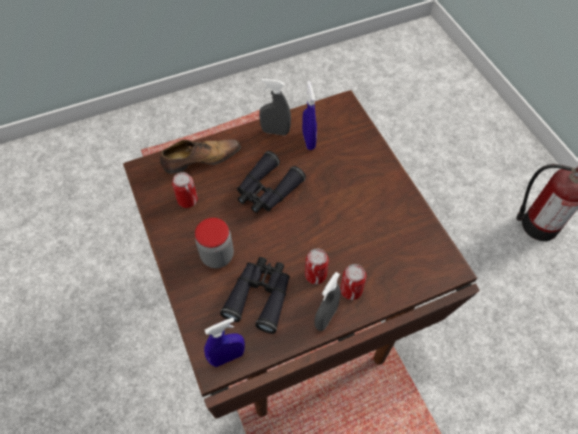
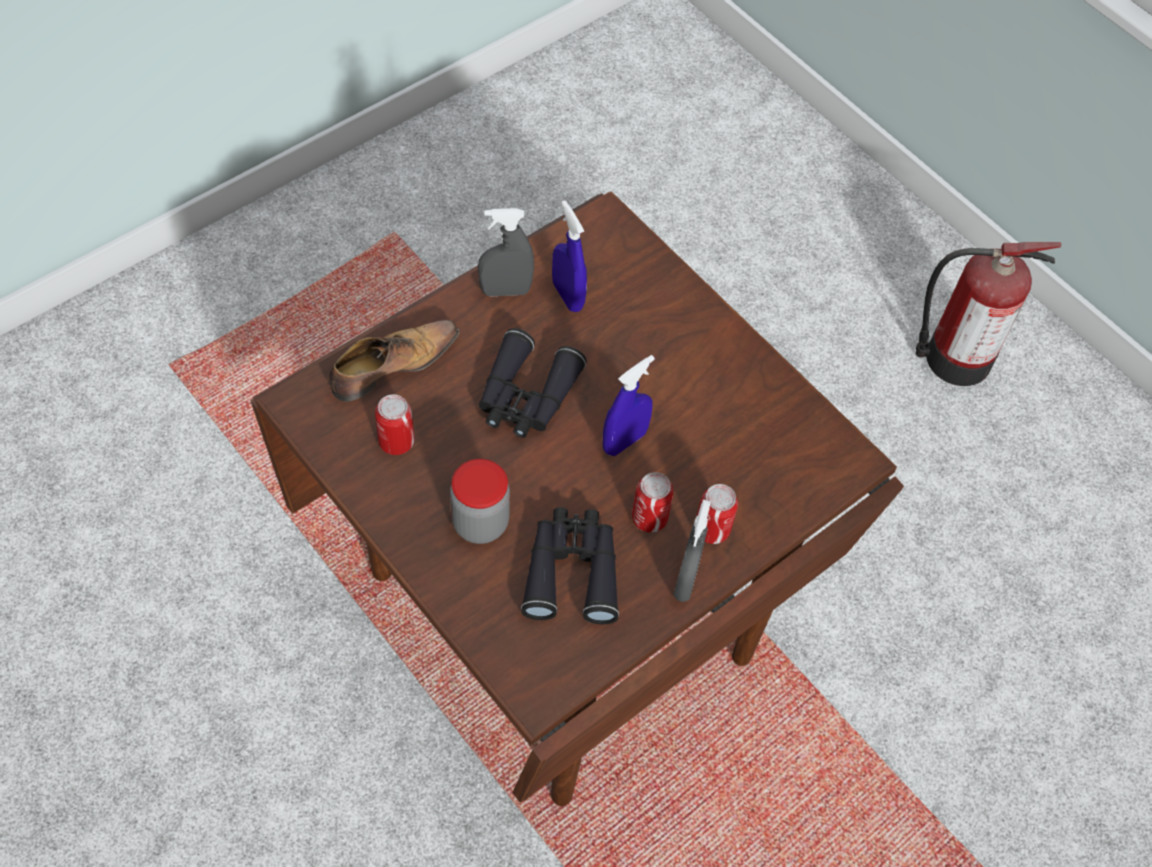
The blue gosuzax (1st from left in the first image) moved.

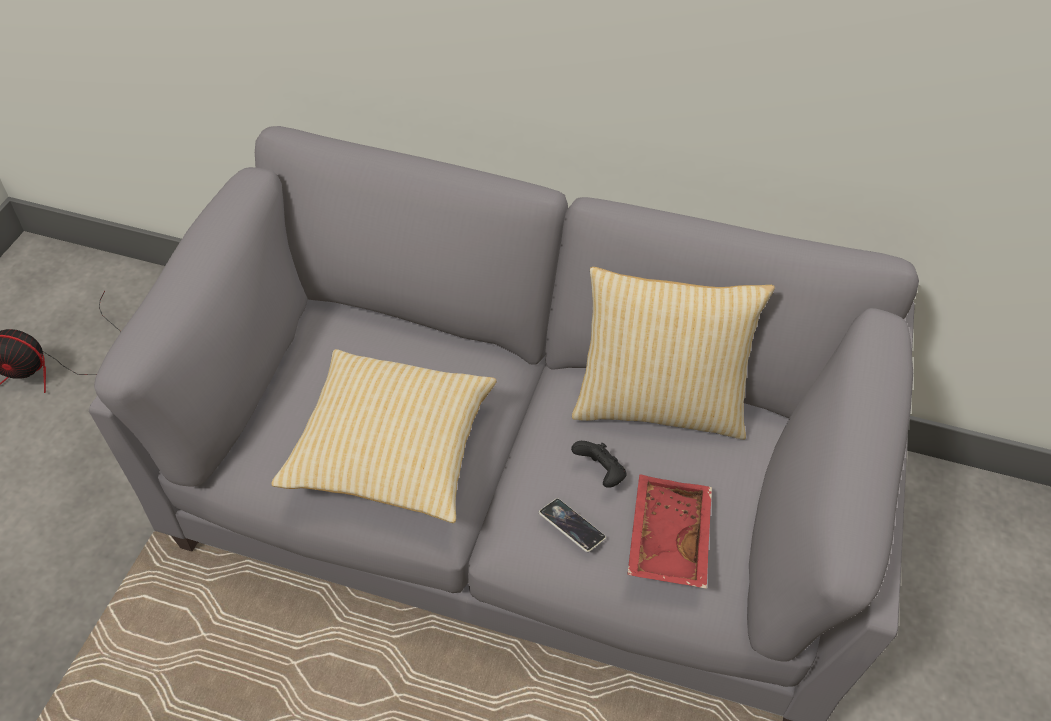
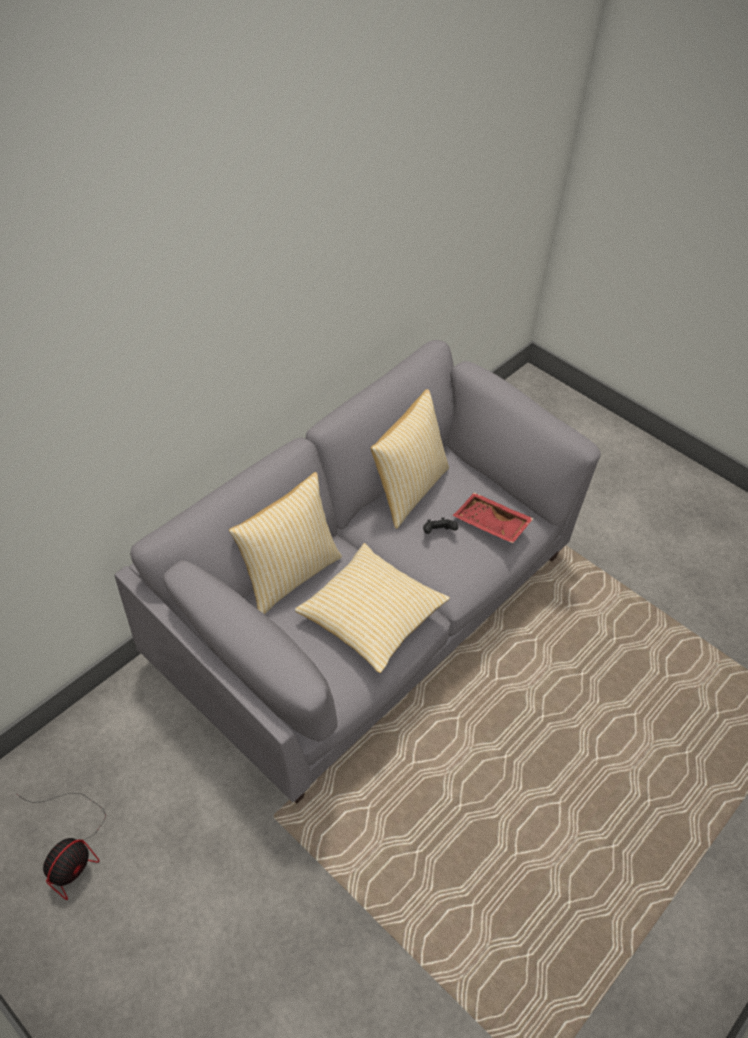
The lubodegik disappeared. The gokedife (1st from left) appeared.

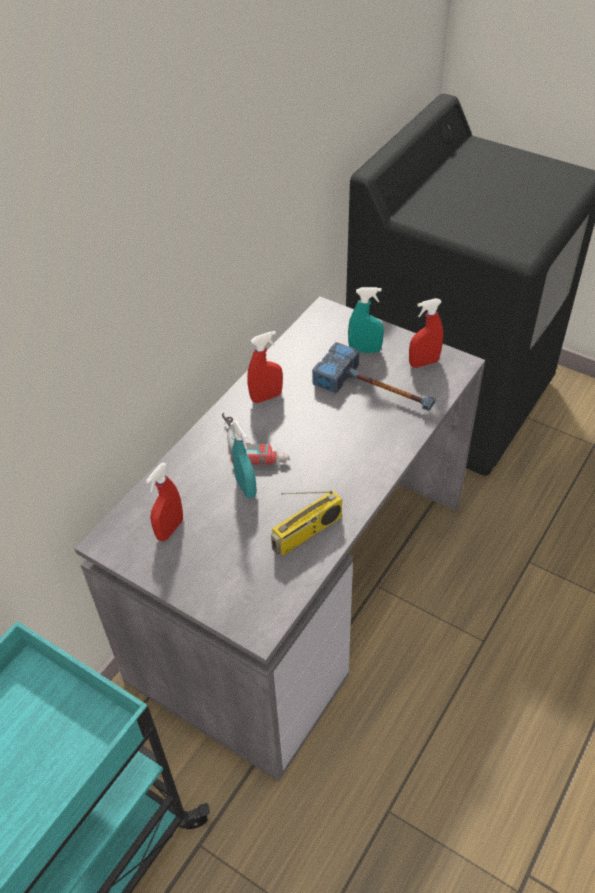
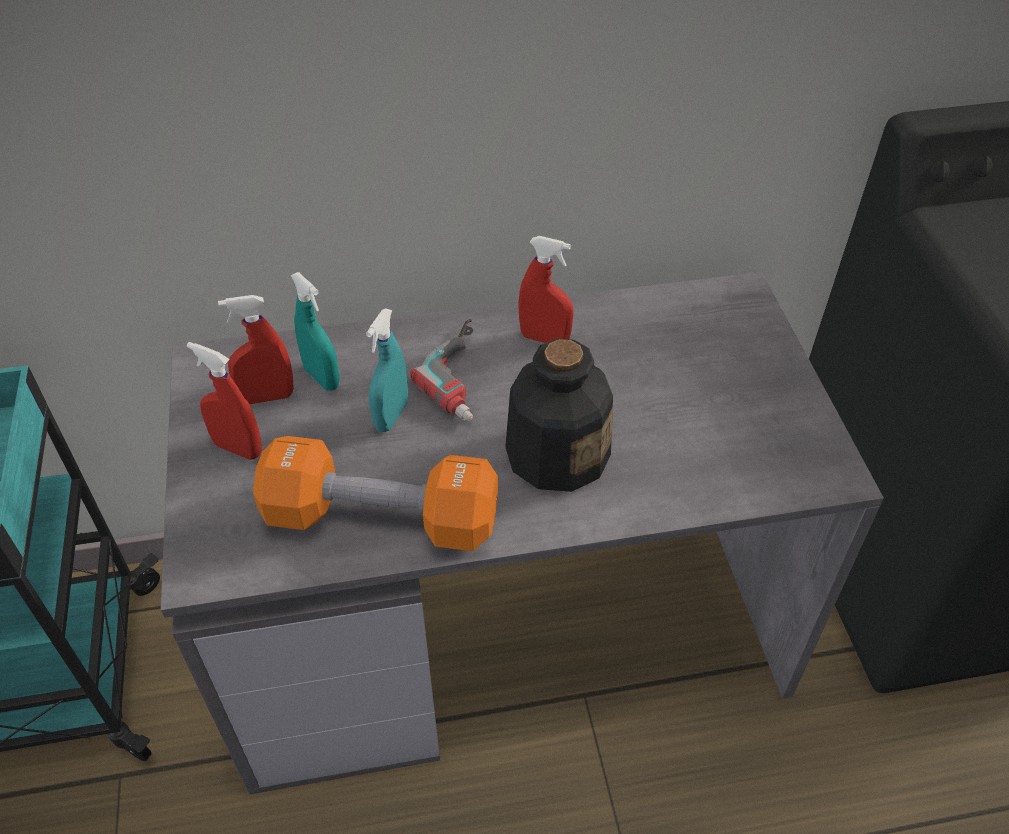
The turquoise gosuzax (2nd from left in the first image) moved. The red gosuzax (3rd from left in the first image) moved. The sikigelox disappeared. The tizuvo was replaced by the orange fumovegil. The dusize appeared.

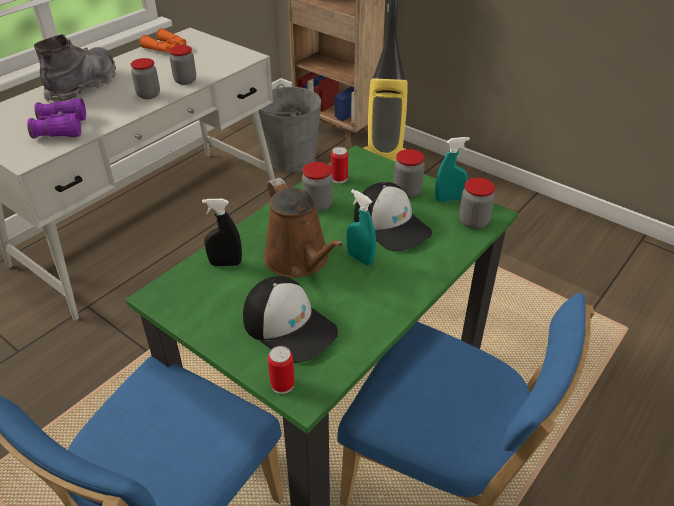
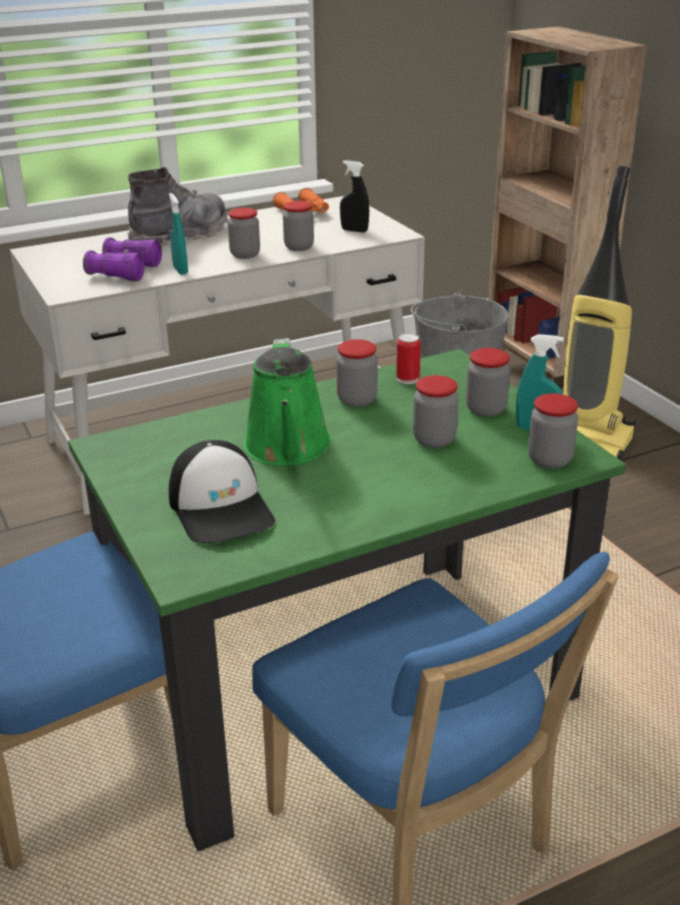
The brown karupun became the green karupun. The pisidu (2nd from left) was replaced by the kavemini (4th from left). The turquoise gosuzax (1st from left) moved. The black gosuzax moved. The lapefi (1st from left) disappeared.

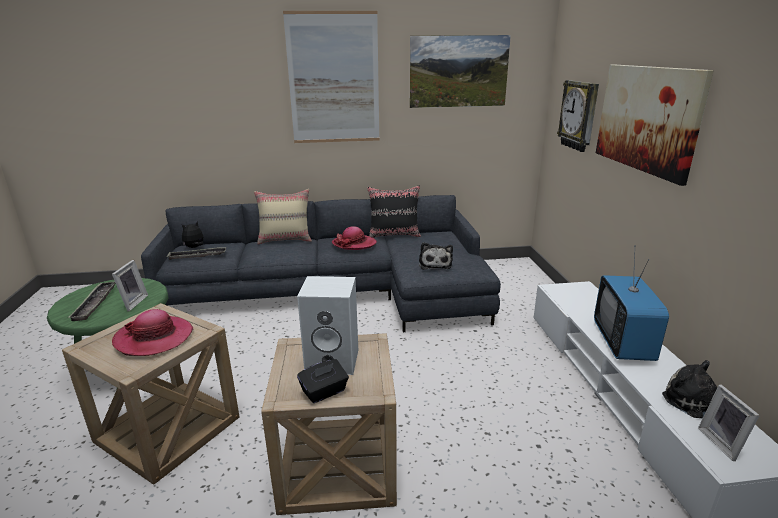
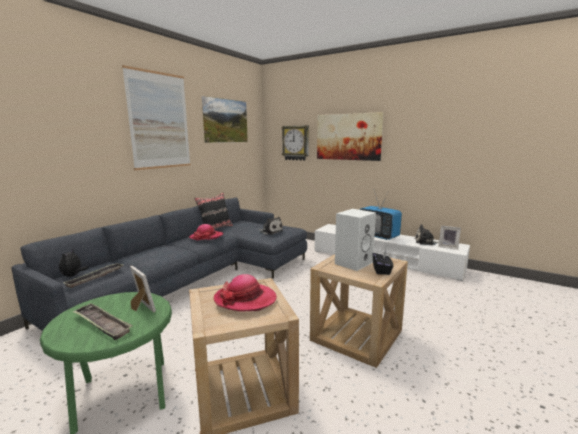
The beige gokedife disappeared.

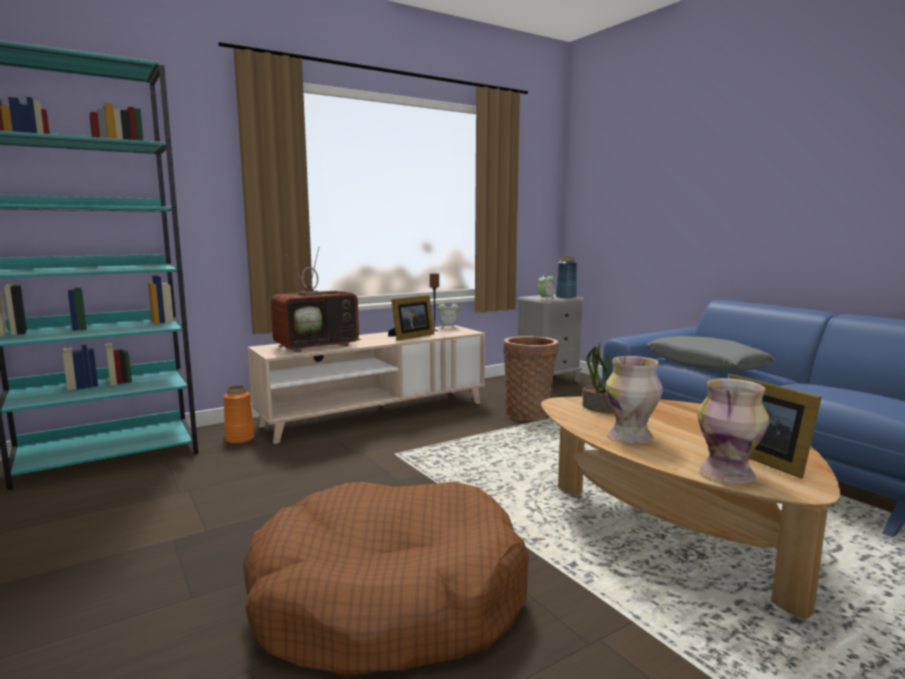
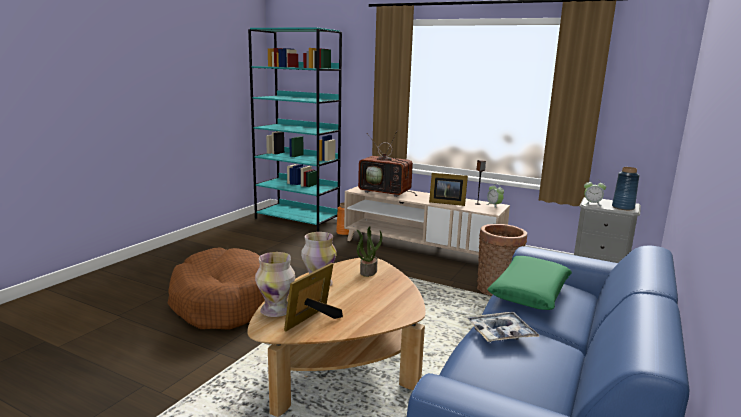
The grey gokedife became the green gokedife. The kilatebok appeared.

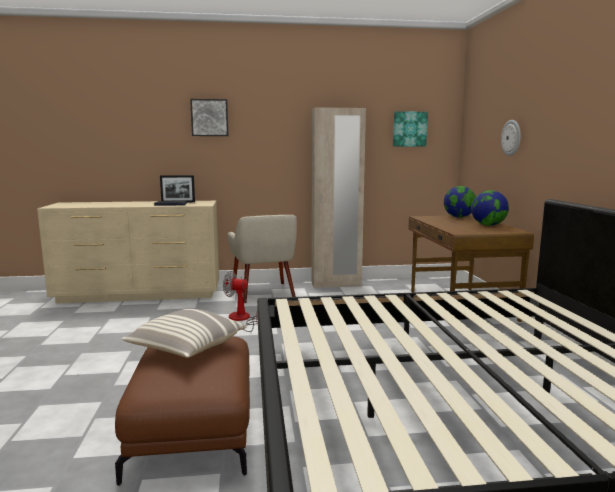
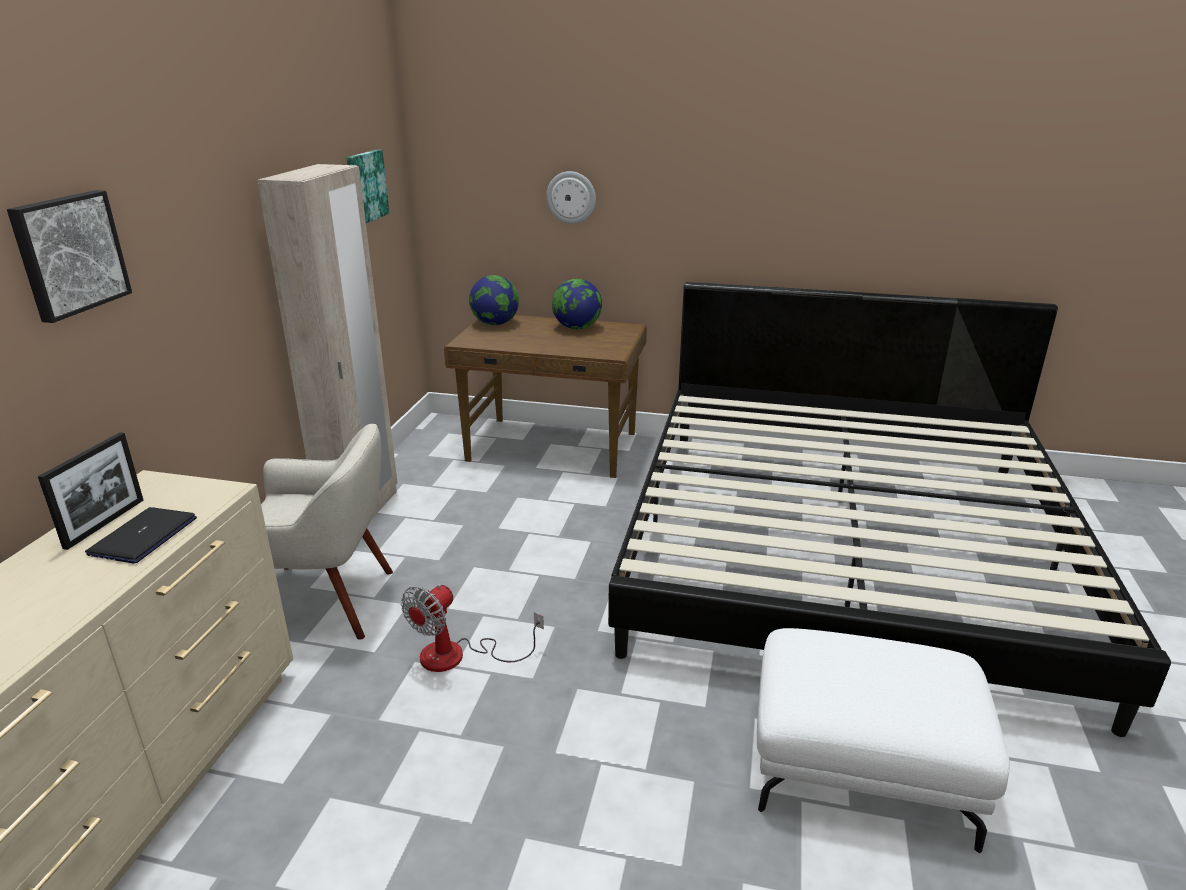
The gokedife disappeared. The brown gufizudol became the white gufizudol.

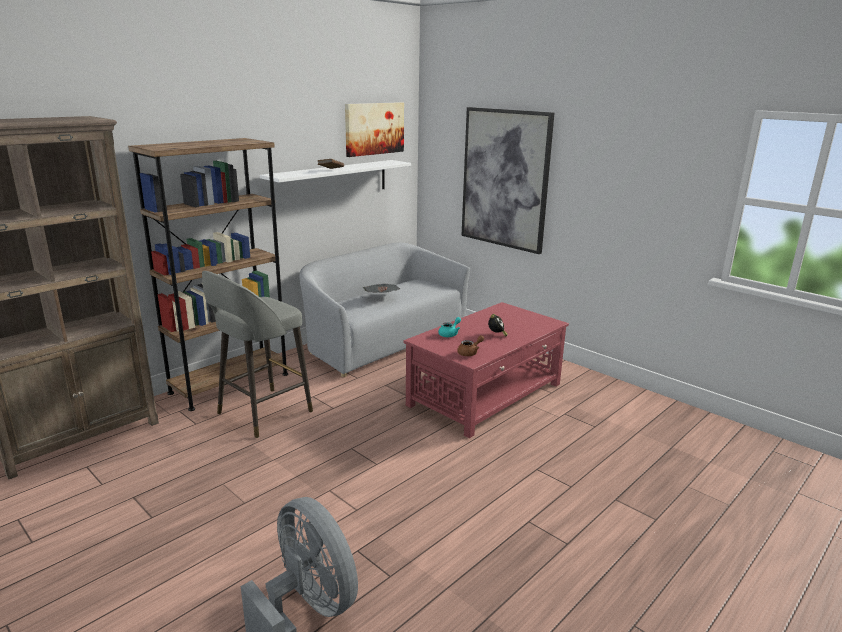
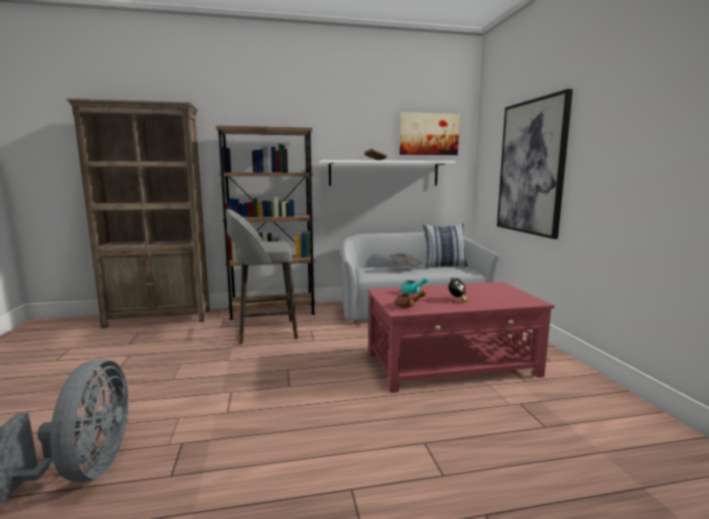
The gokedife appeared.

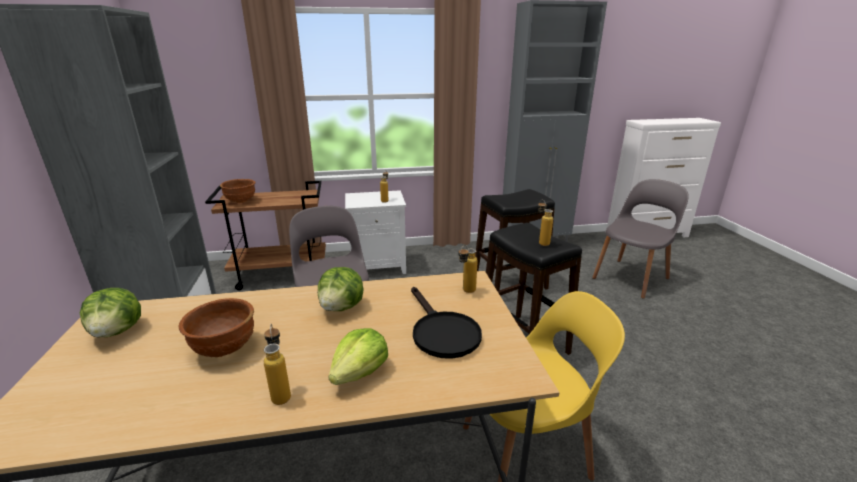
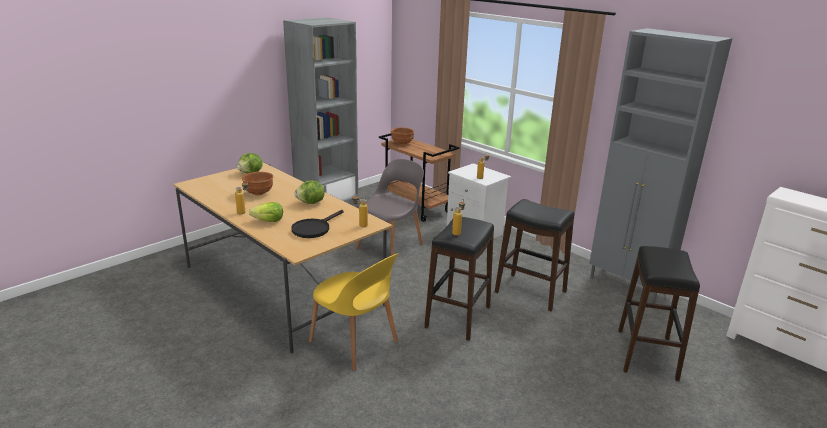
The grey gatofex (2nd from left) was replaced by the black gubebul (3rd from left).

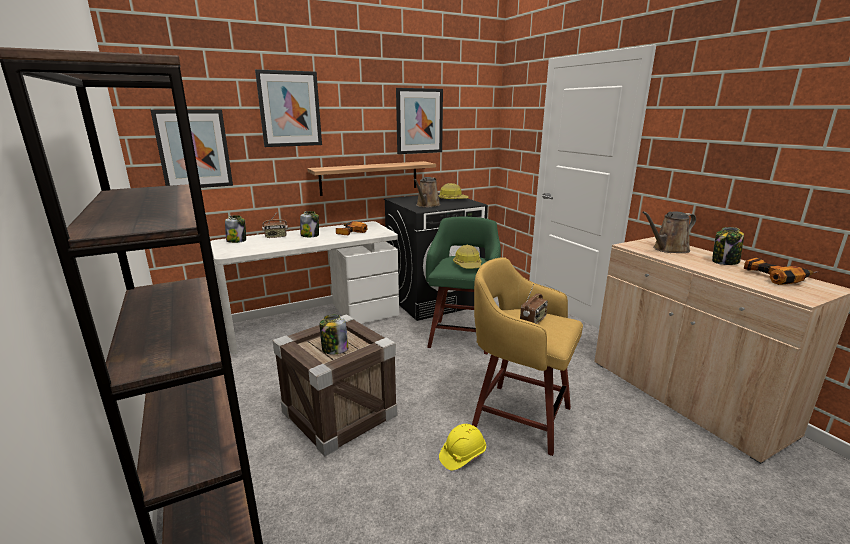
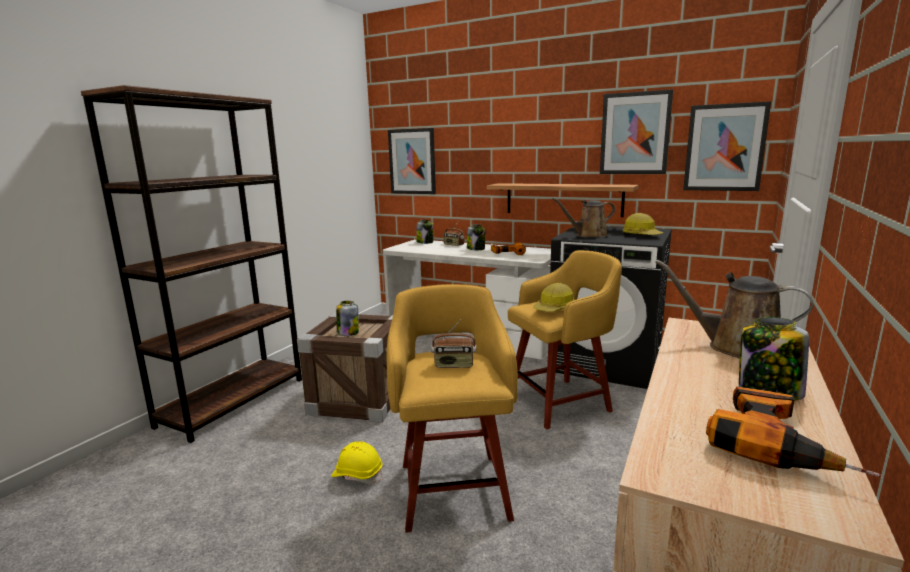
The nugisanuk (2nd from left in the first image) moved. The green gubebul became the yellow gubebul (2nd from left).

